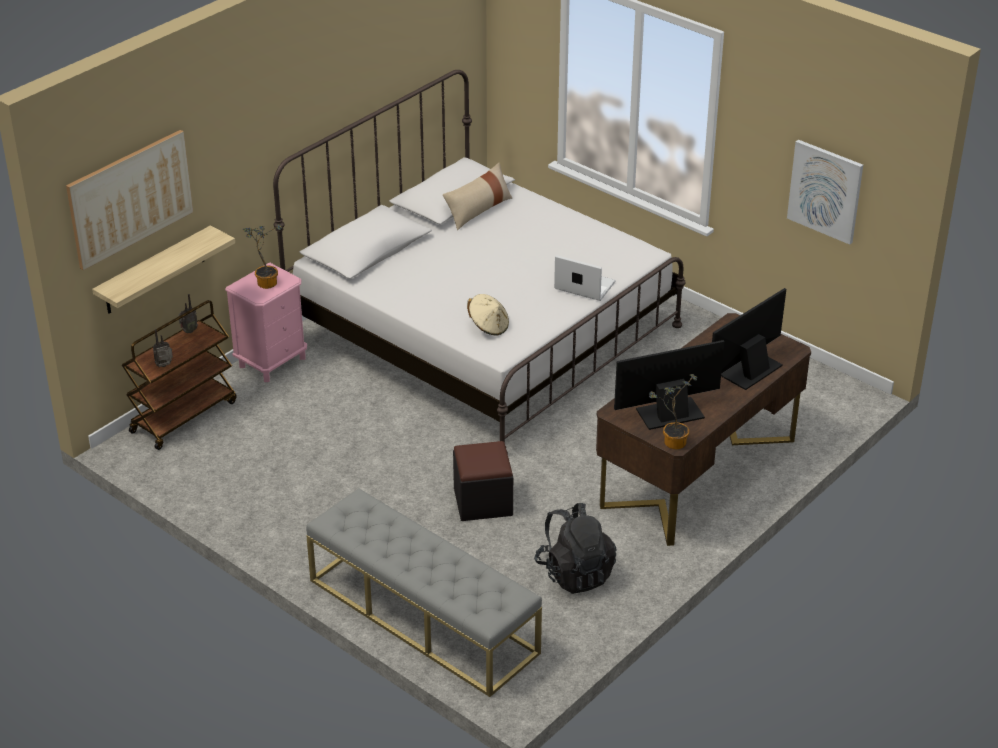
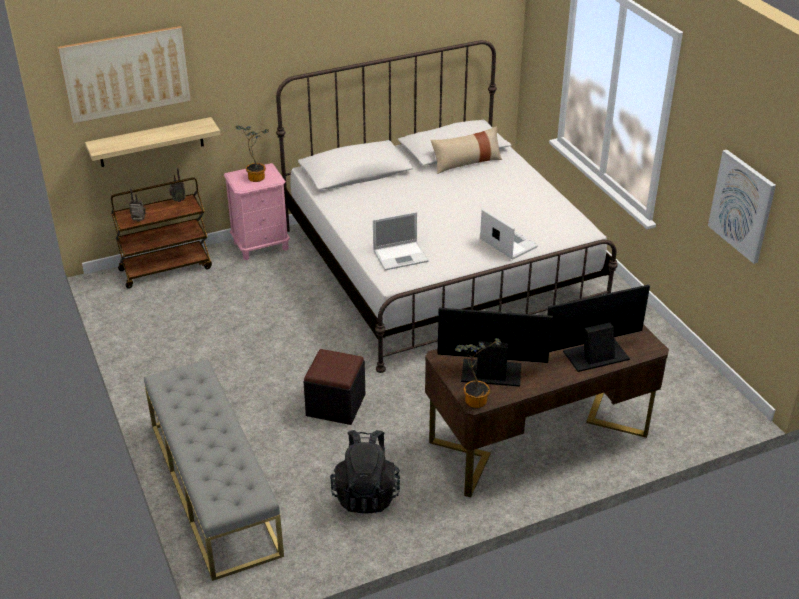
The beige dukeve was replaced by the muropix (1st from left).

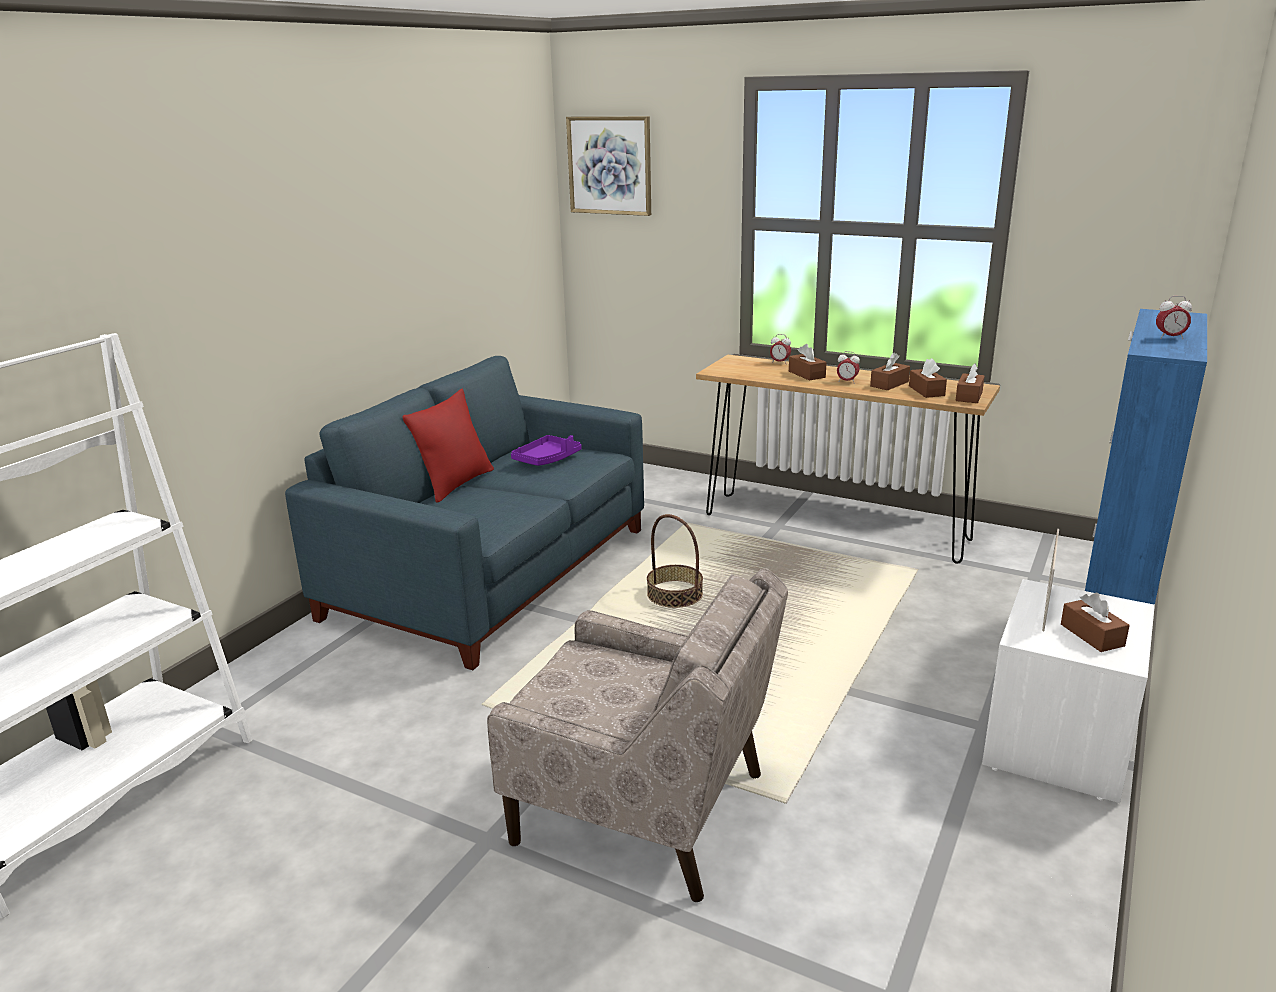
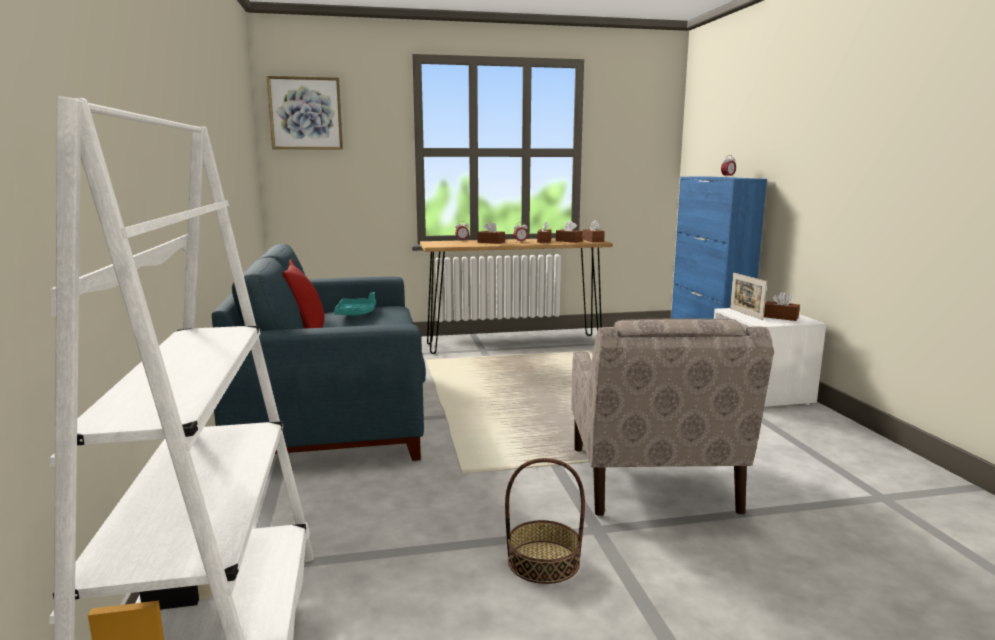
The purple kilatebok became the turquoise kilatebok. The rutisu moved. The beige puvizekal turned 105 degrees clockwise.

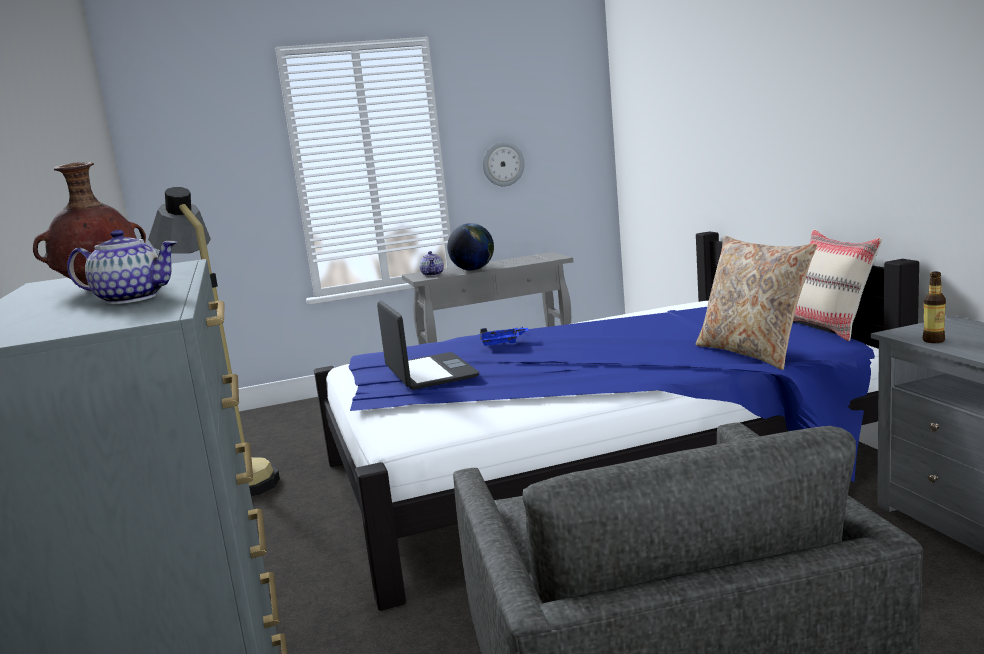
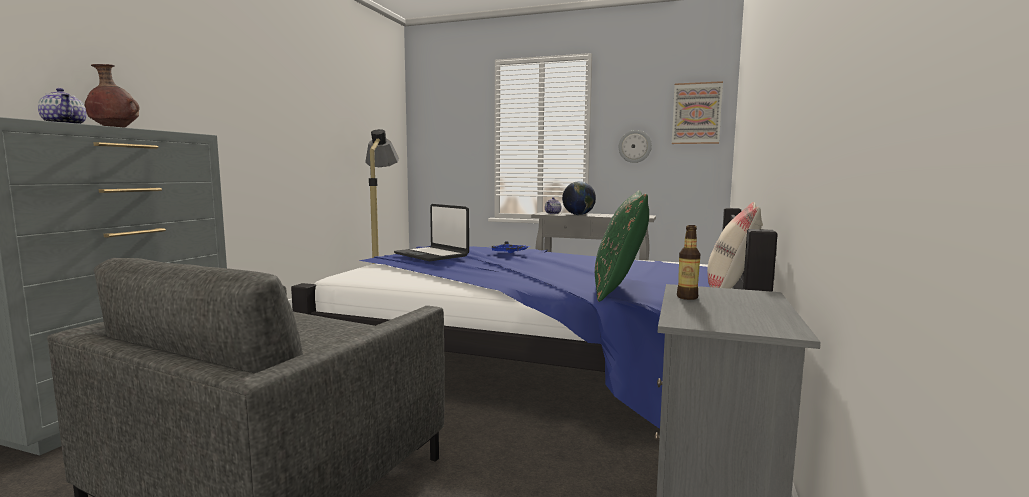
The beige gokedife (1st from left) became the green gokedife. The muropix turned 120 degrees clockwise. The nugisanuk appeared.

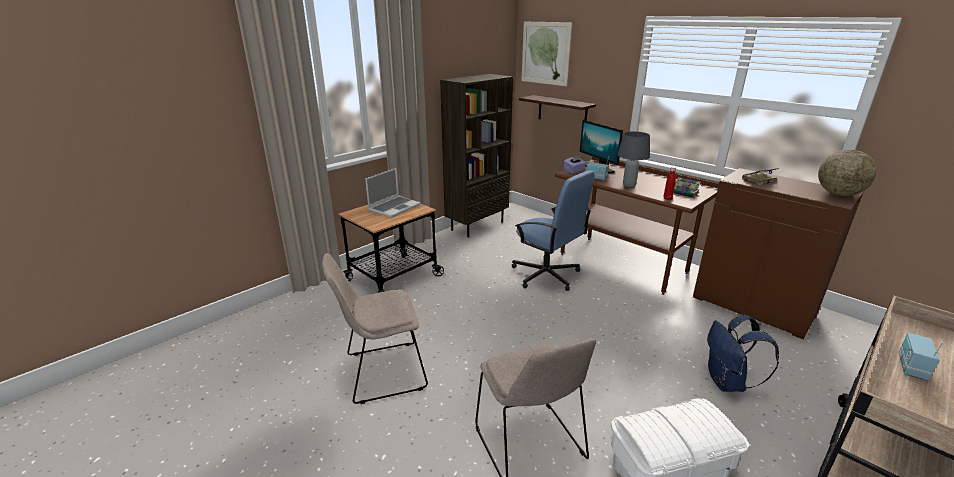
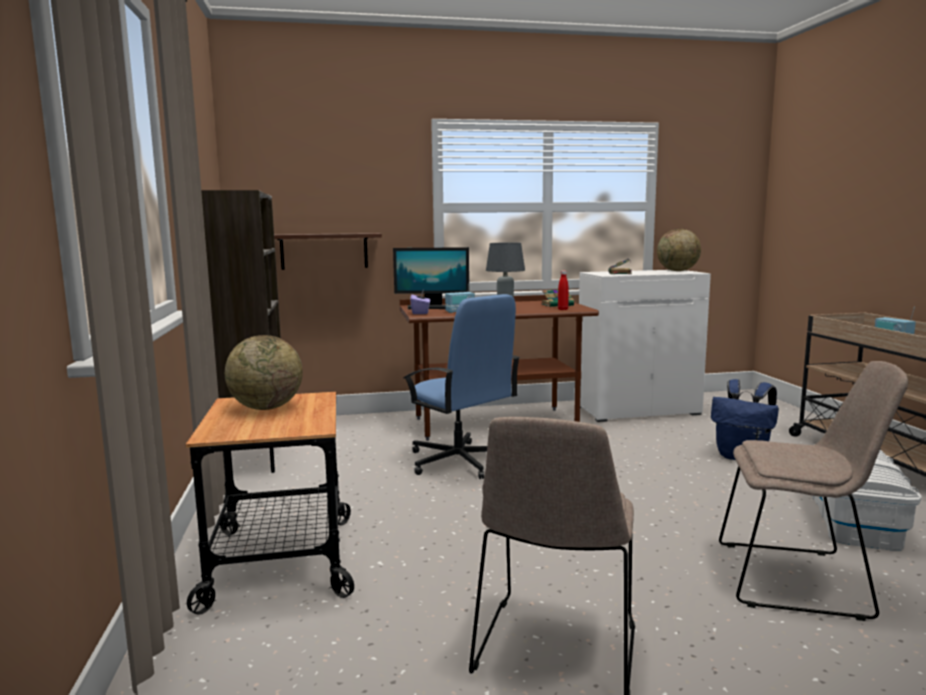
The nugisanuk disappeared. The muropix was replaced by the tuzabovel (1st from left). The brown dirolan became the white dirolan. The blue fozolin turned 60 degrees clockwise.

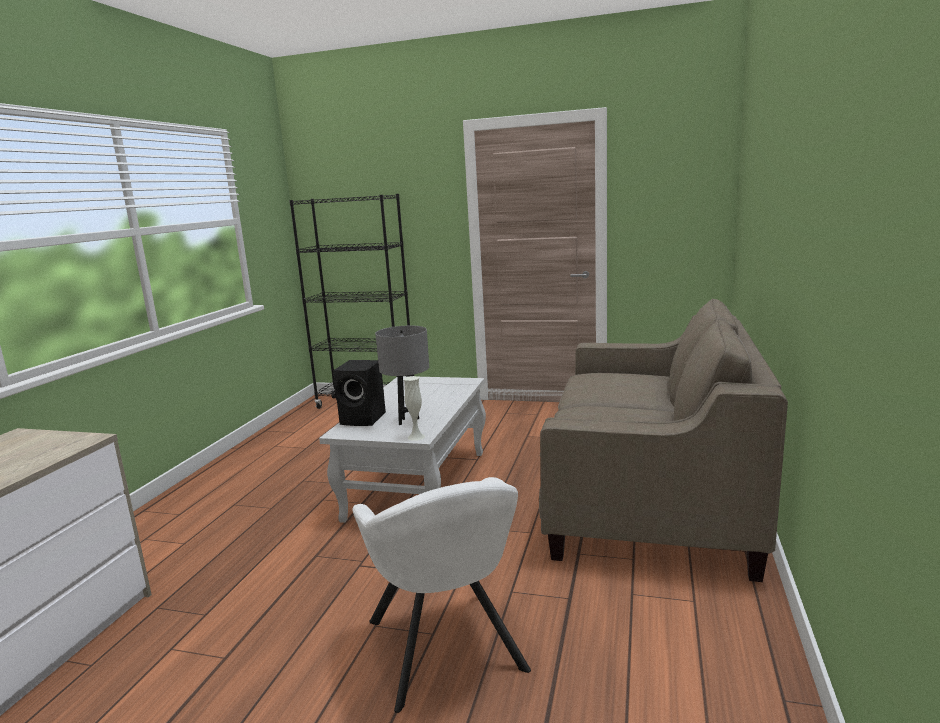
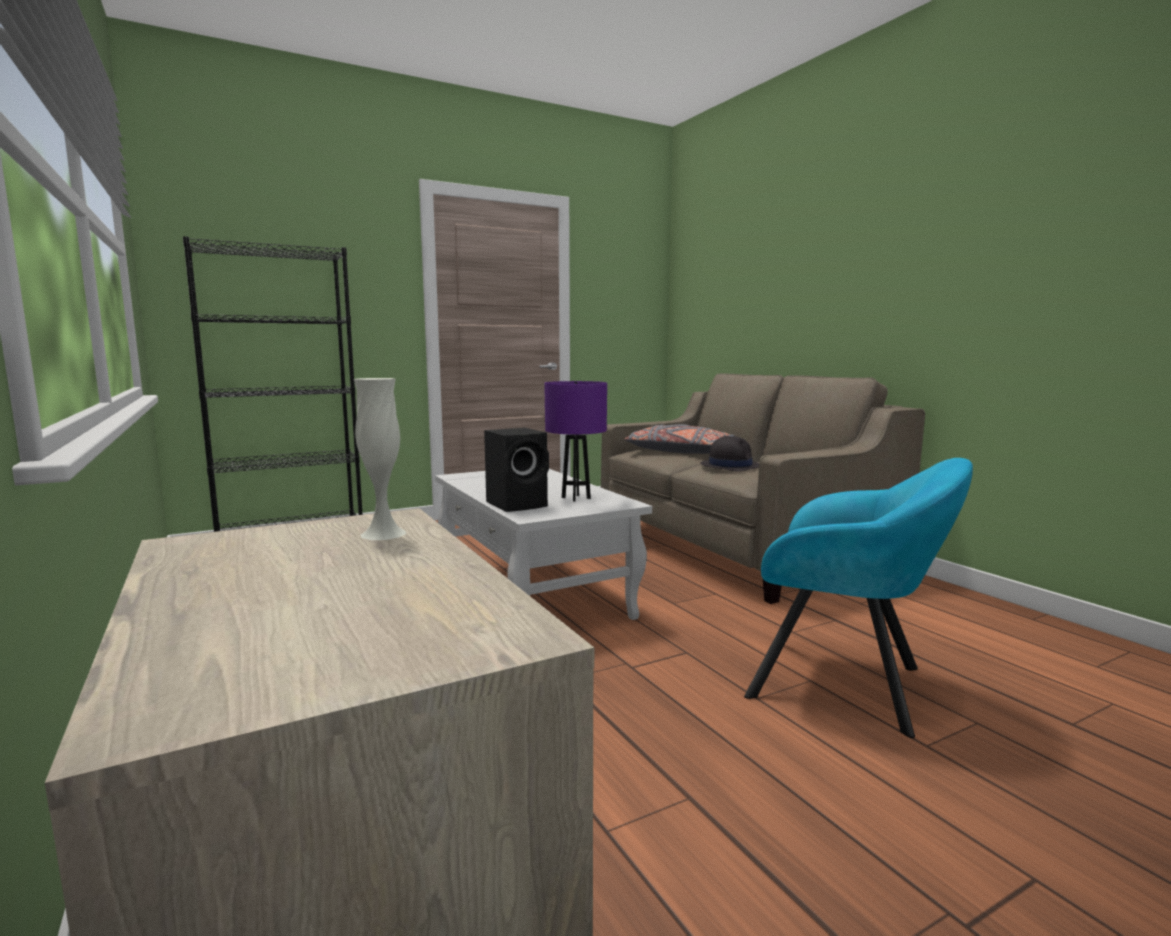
The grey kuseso became the purple kuseso. The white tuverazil moved. The white puvizekal became the turquoise puvizekal. The grey gokedife appeared. The black dukeve appeared.

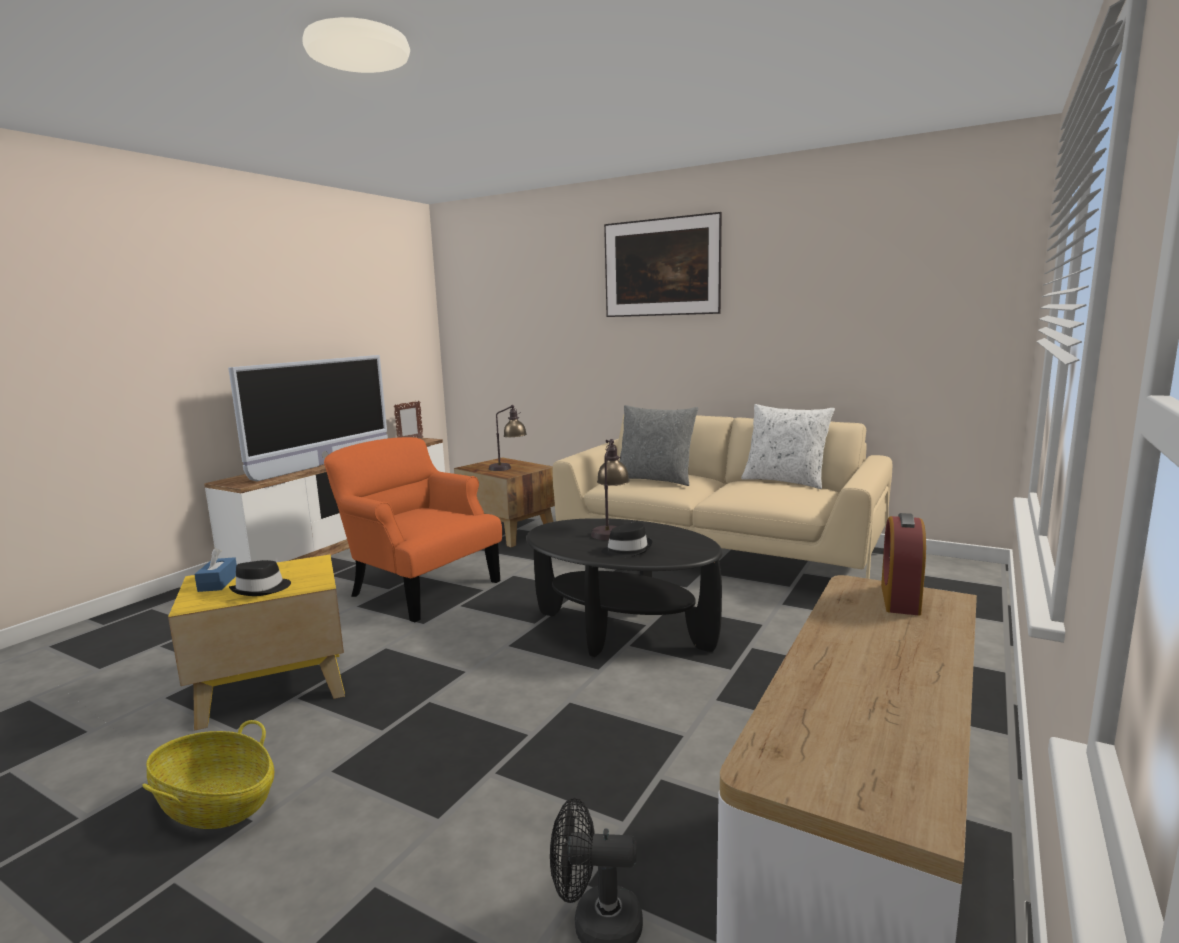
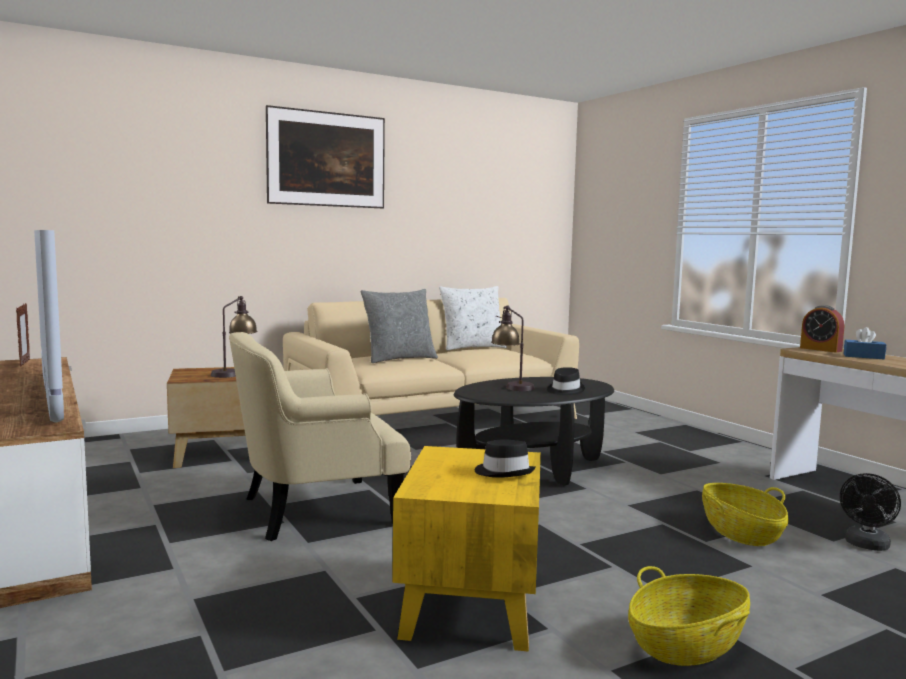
The orange puvizekal became the beige puvizekal. The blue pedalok moved. The rutisu (2nd from left) appeared.

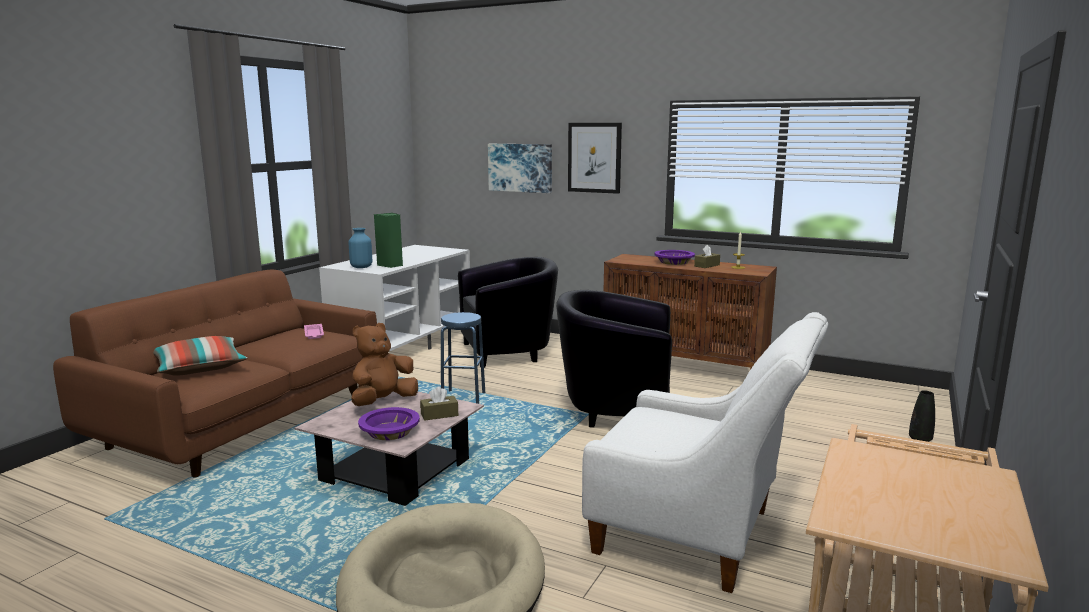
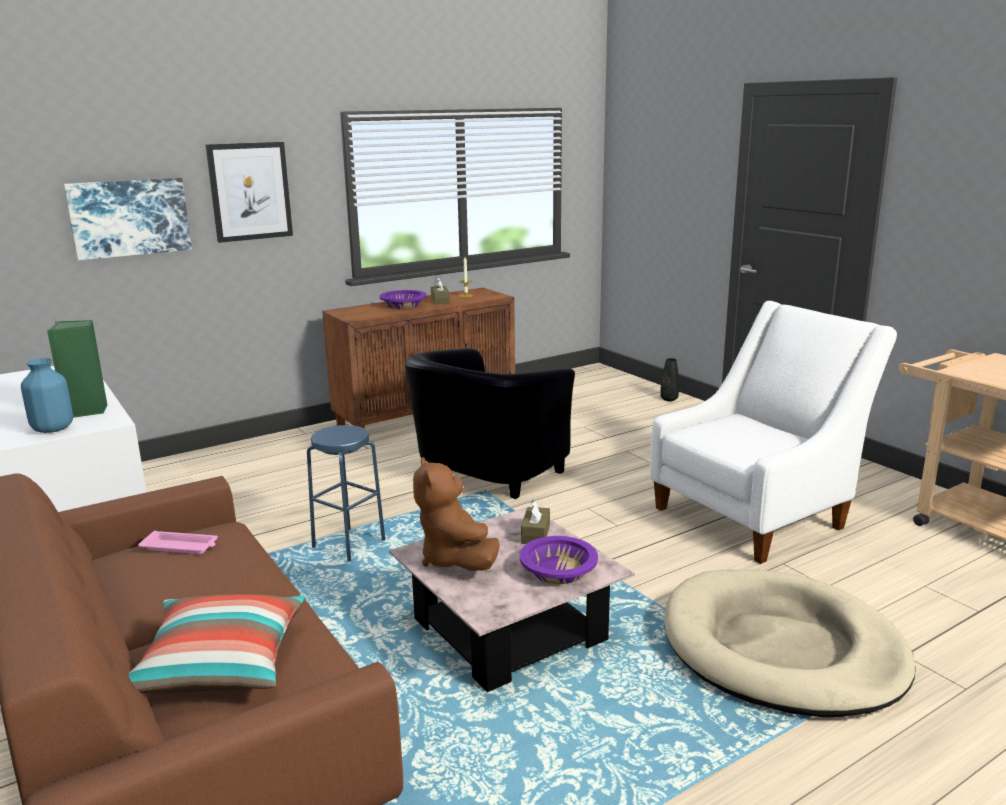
The black puvizekal (1st from left) disappeared.

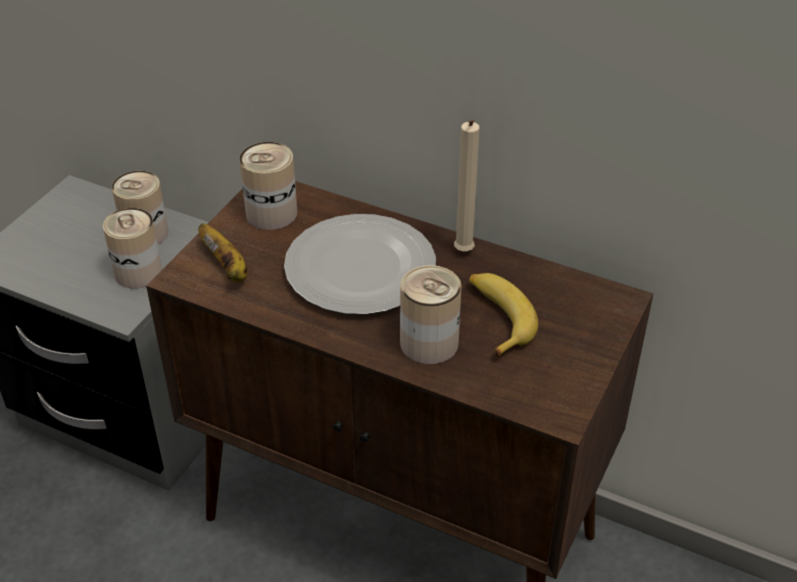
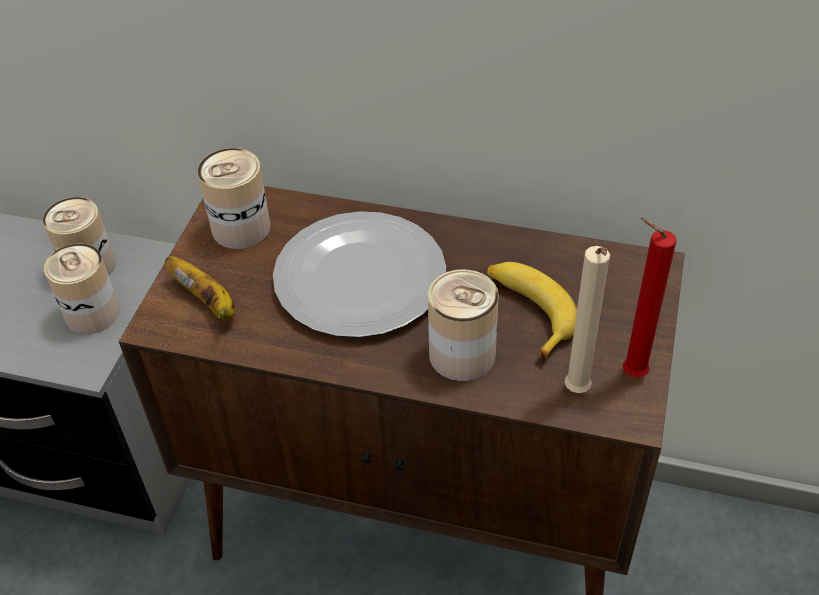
The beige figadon moved. The red figadon appeared.

